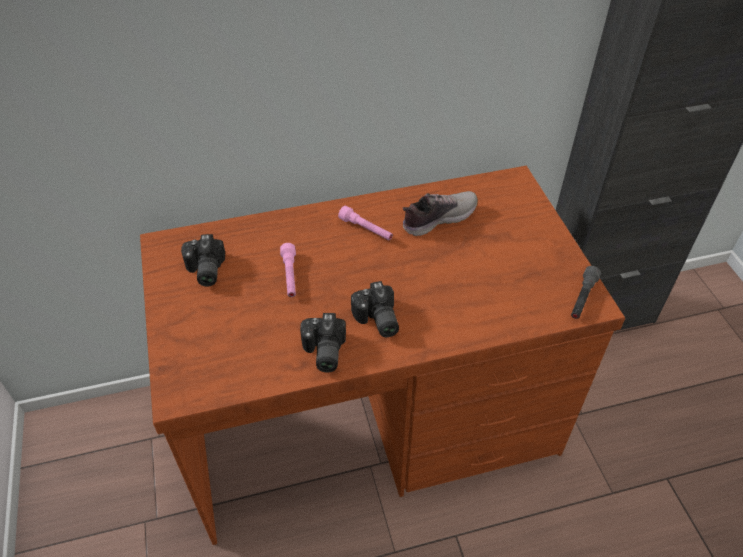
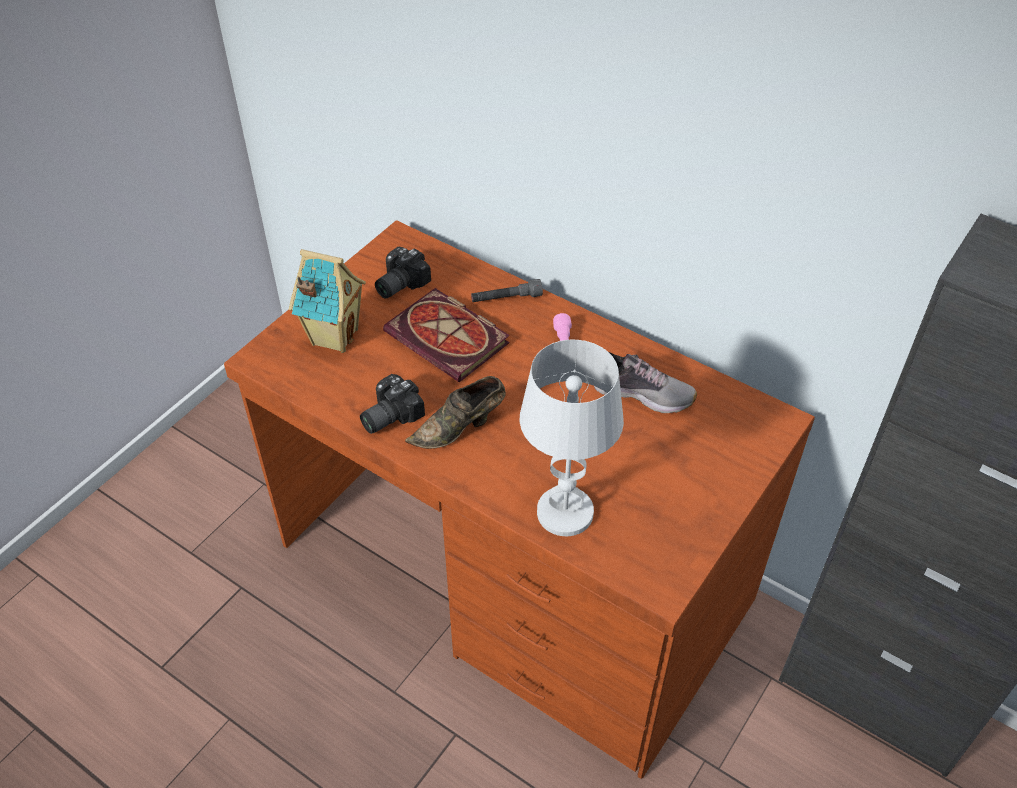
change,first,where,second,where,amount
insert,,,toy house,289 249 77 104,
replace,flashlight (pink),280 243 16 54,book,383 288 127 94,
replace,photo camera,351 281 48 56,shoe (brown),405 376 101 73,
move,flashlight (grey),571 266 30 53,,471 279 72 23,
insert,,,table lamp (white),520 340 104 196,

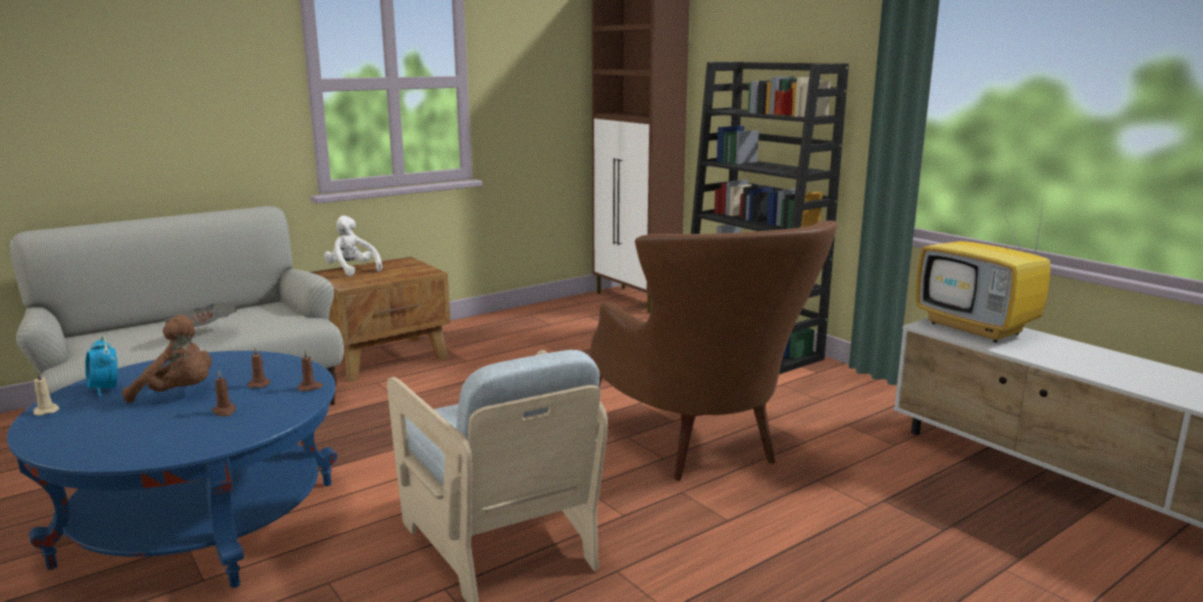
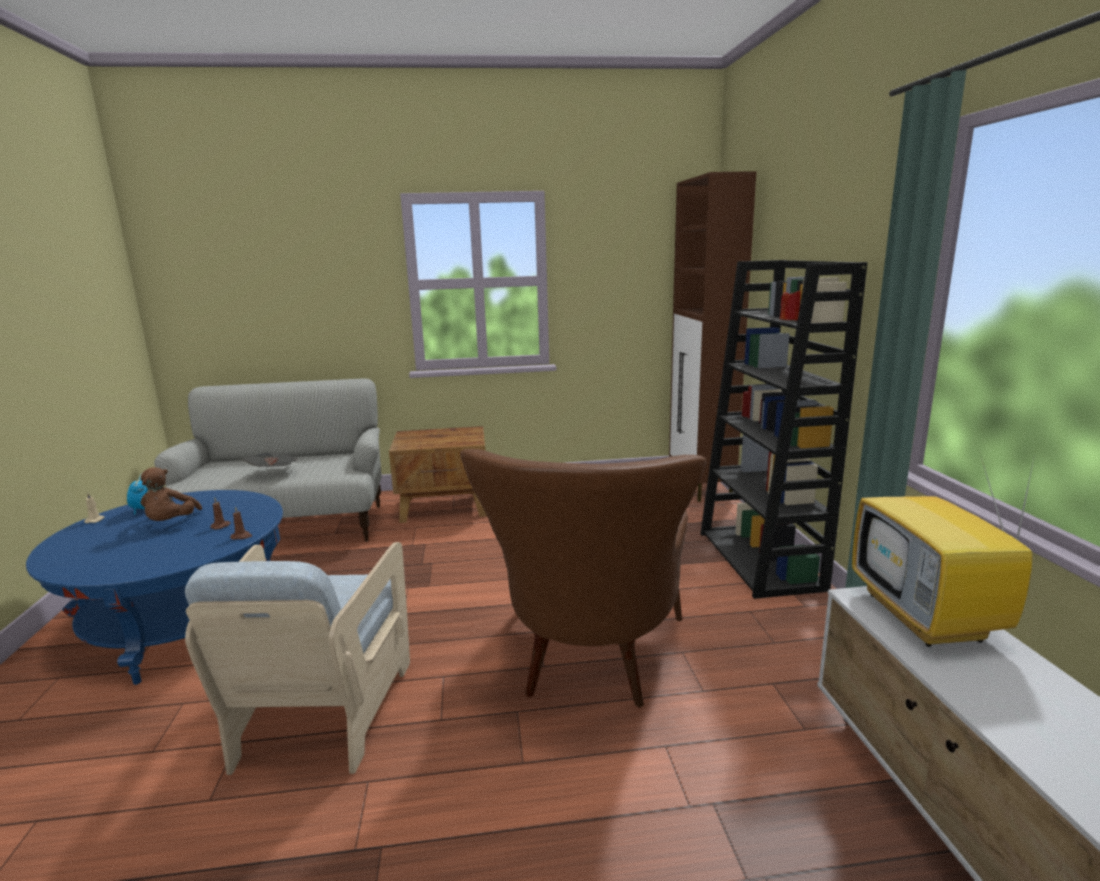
change,first,where,second,where,amount
rotate,plush toy (brown),122 315 90 88,,141 467 61 54,45 degrees clockwise
delete,candle (brown),212 371 24 46,,,
delete,plush toy (white),324 216 58 60,,,

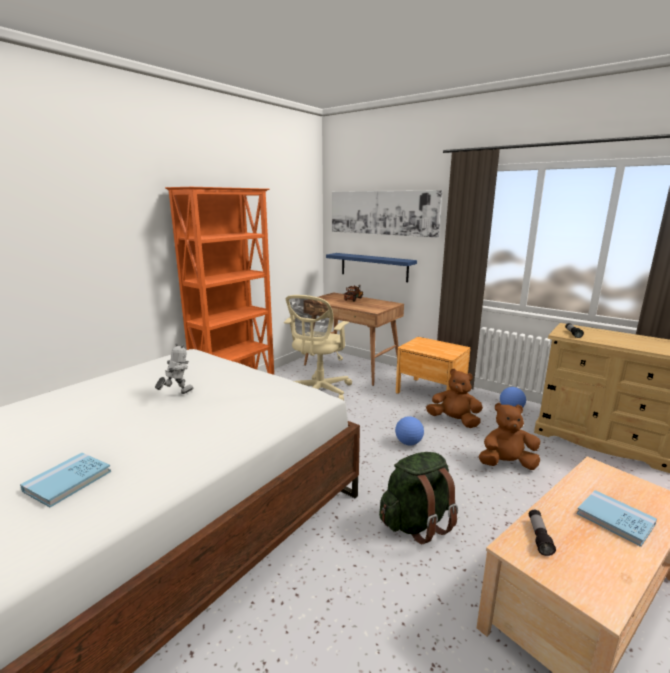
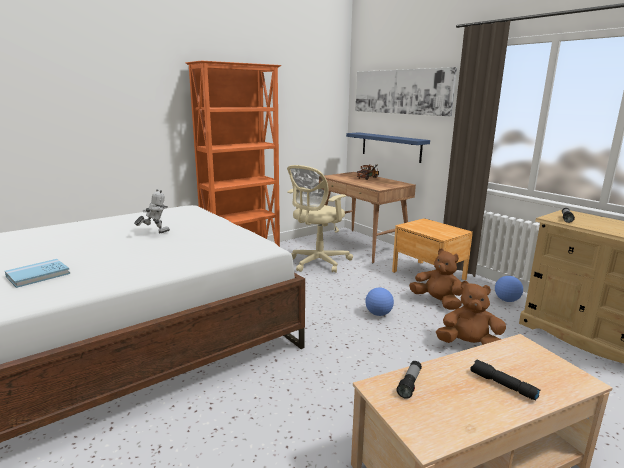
change,first,where,second,where,amount
replace,book (blue),577 490 80 57,flashlight (black),470 360 70 41,
delete,backpack (green),379 452 79 92,,,

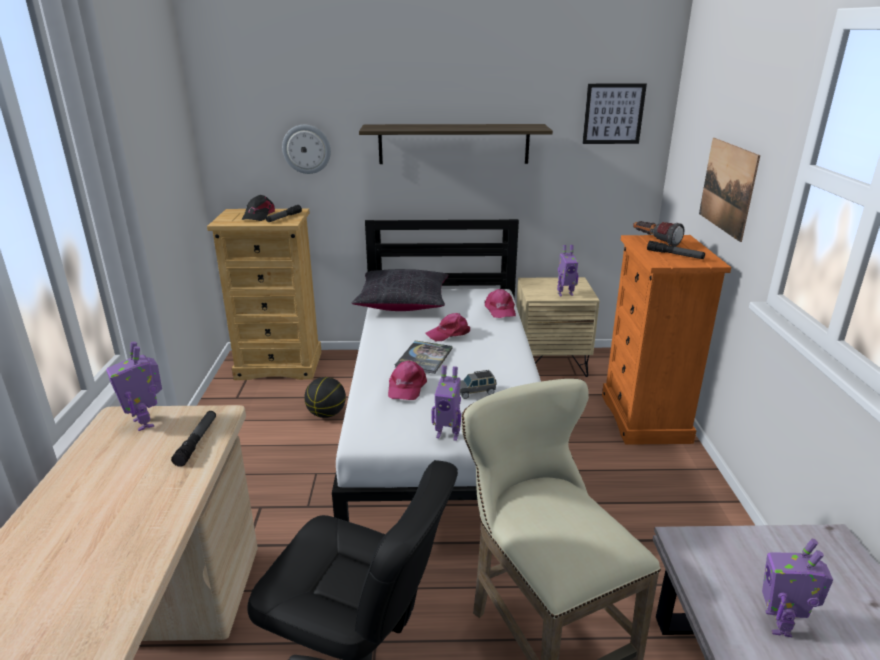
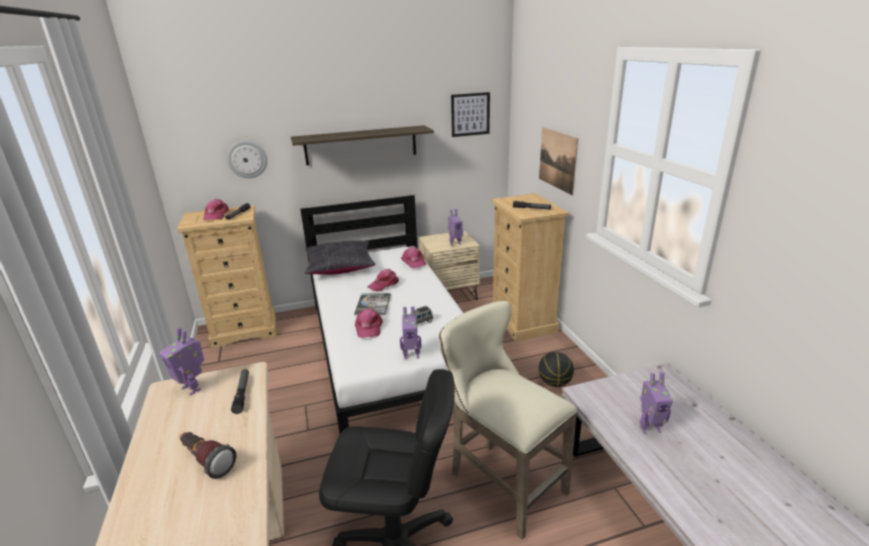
change,first,where,second,where,amount
move,flashlight,633 221 51 26,,179 432 57 47,
recolor,cap (black),241 195 34 26,cap (pink),203 199 26 21,
recolor,dresser (orange),602 235 129 210,dresser (beige),492 193 77 149,
move,basketball,304 377 42 41,,538 352 36 35,
rotate,toy robot,762 539 71 98,,640 372 33 62,90 degrees counterclockwise

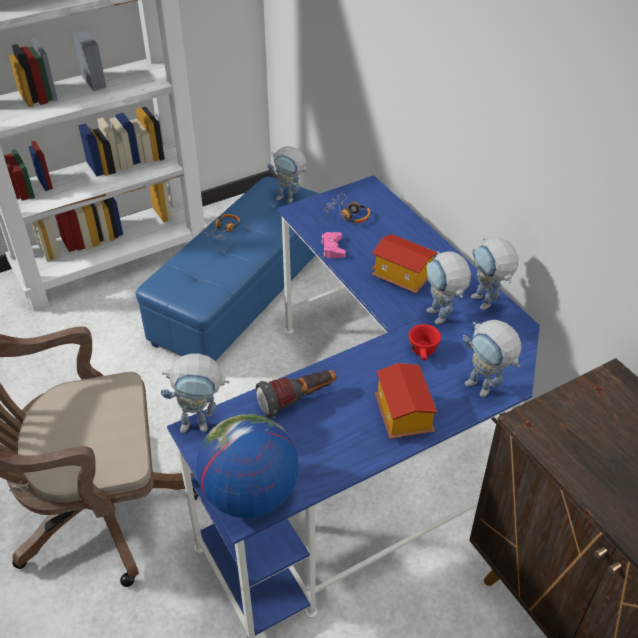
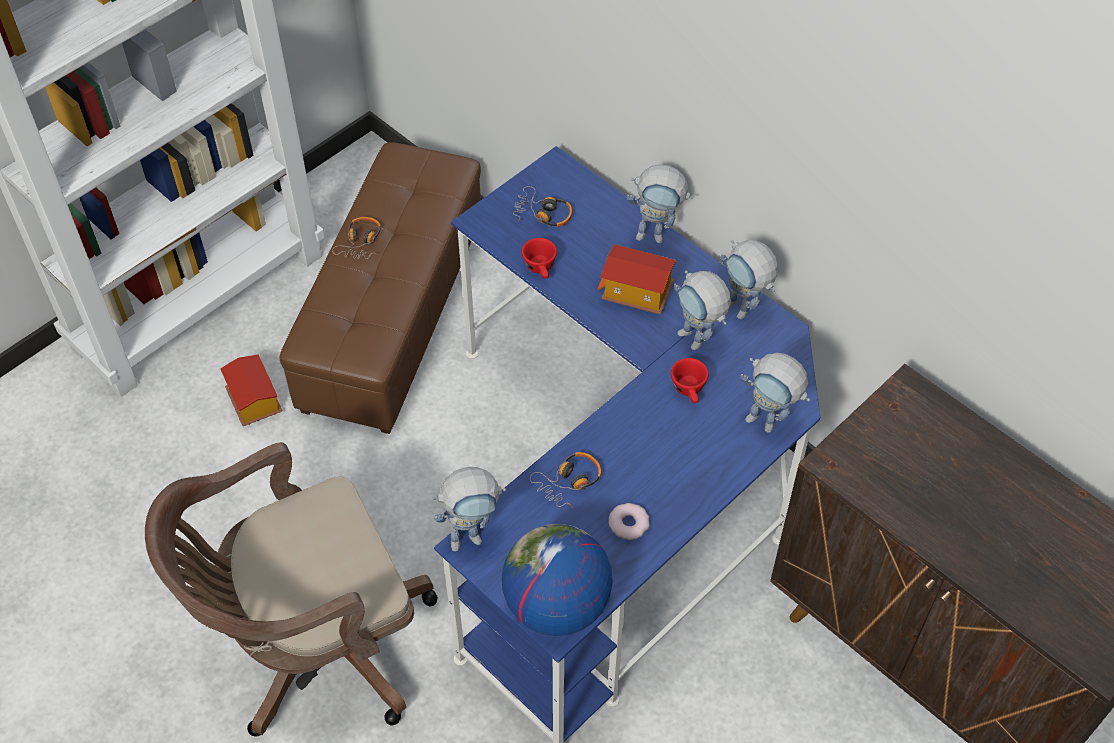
change,first,where,second,where,amount
move,toy house,375 363 62 76,,220 354 62 72,
recolor,ottoman (blue),135 177 184 184,ottoman (brown),279 142 202 292,
replace,game controller (pink),321 232 25 26,cup (red),521 238 36 41,
replace,flashlight,256 370 81 49,headphones,530 452 71 56,
insert,,,donut,609 503 41 37,
move,toy robot,267 146 42 58,,626 164 68 79,

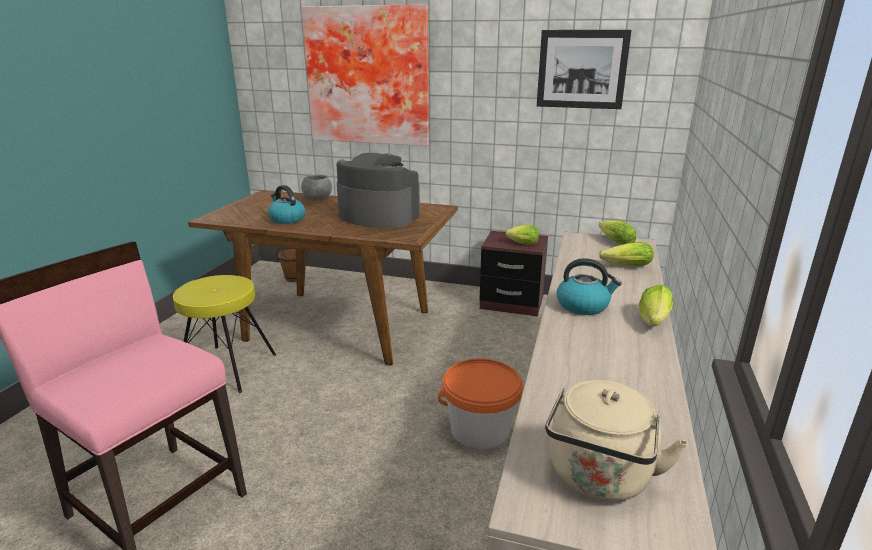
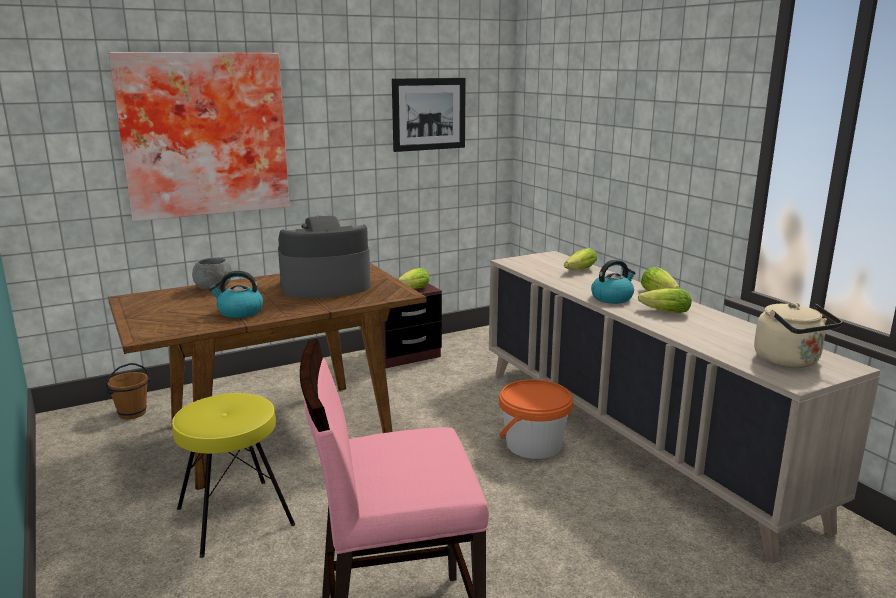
change,first,where,second,where,amount
move,lettuce,599 220 37 25,,638 288 54 25,

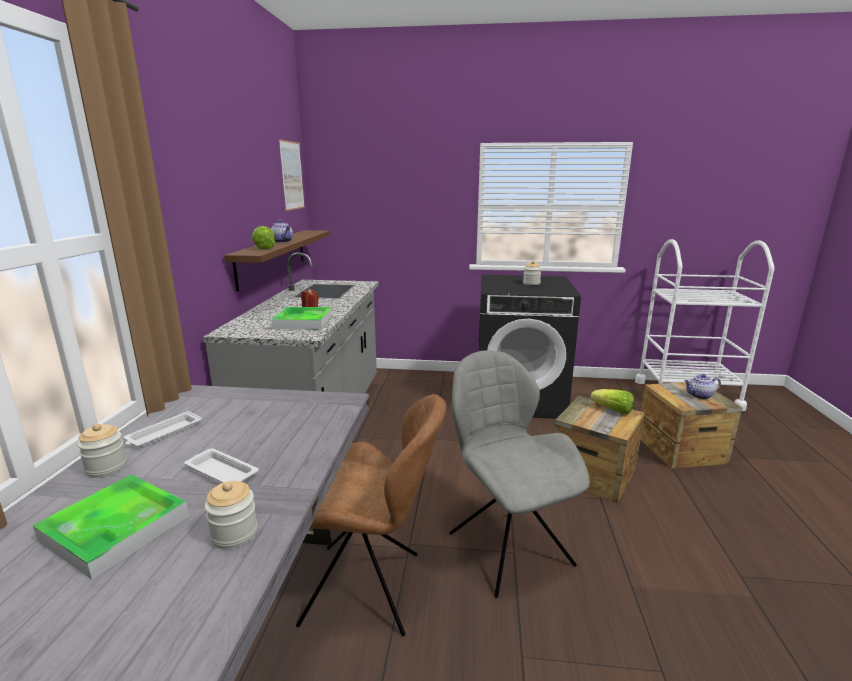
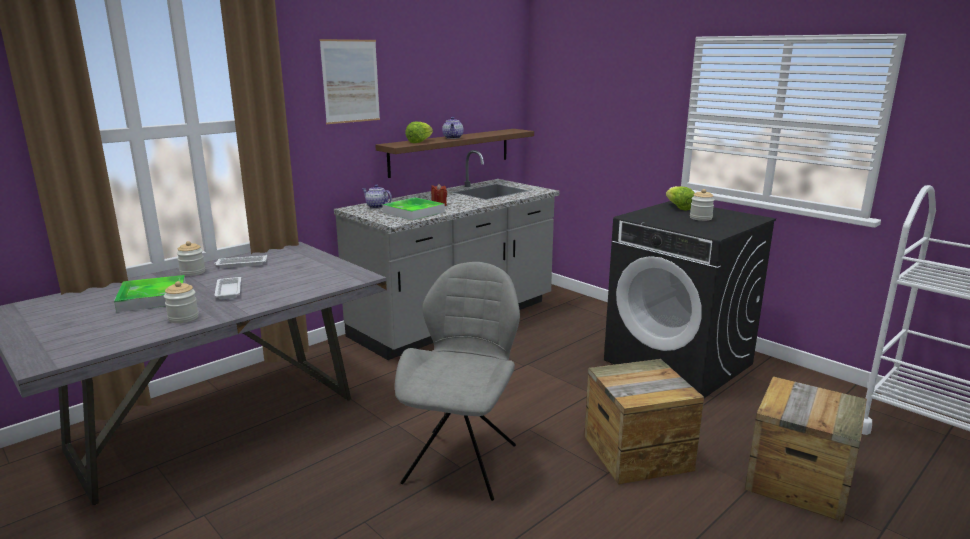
change,first,where,second,where,amount
move,picture,279 139 26 72,,320 39 60 85,
move,teapot,685 374 36 25,,363 184 29 25,
move,lettuce,590 389 44 26,,666 186 29 25,
delete,chair (brown),296 394 150 242,,,

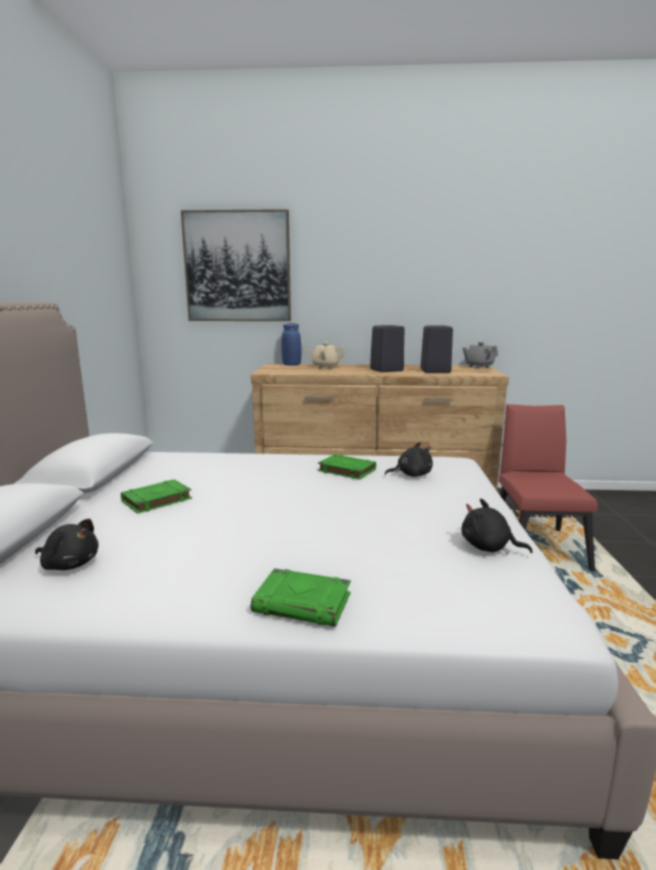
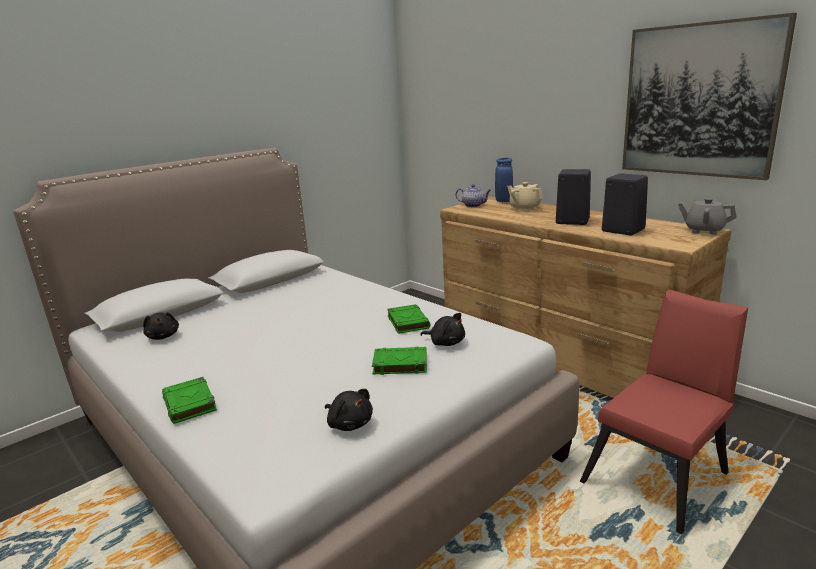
change,first,where,second,where,amount
rotate,plush toy (black),461 499 72 55,,325 389 48 42,150 degrees clockwise
move,book (green),121 479 71 35,,372 347 55 28,
insert,,,teapot,455 184 36 23,
move,picture,181 209 110 112,,622 13 175 167,

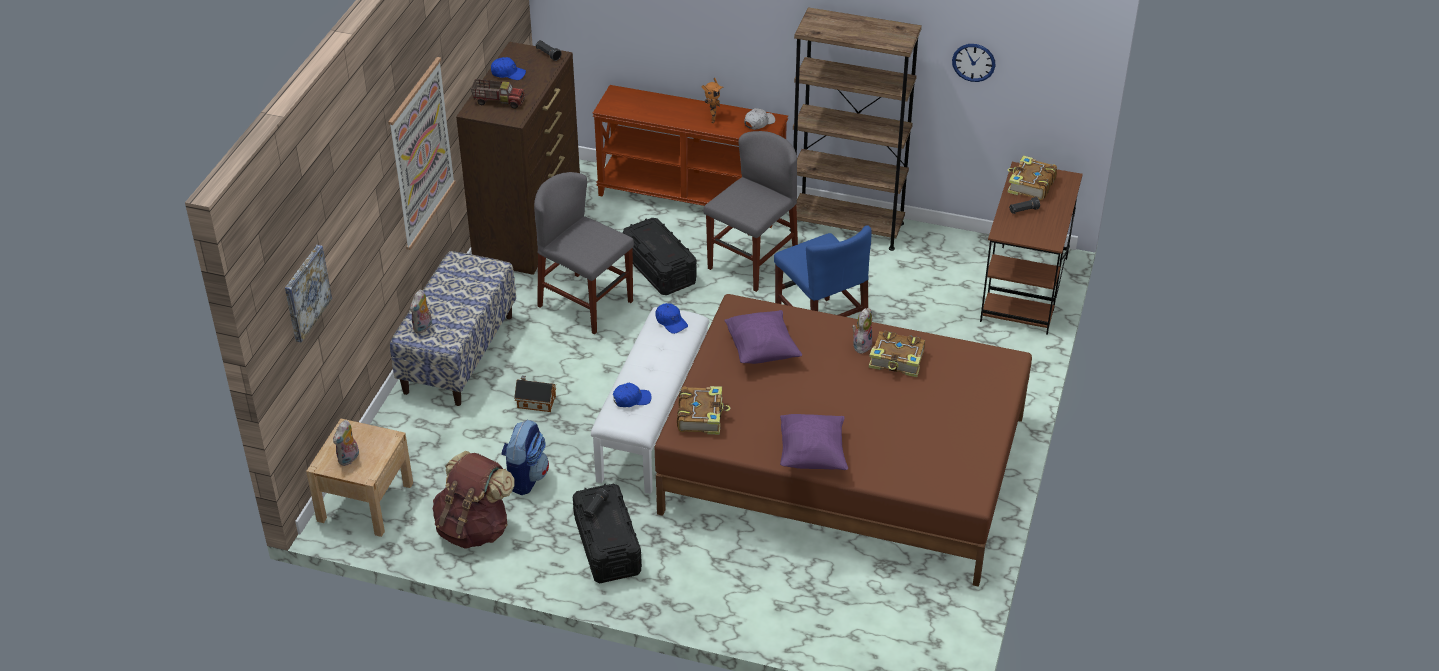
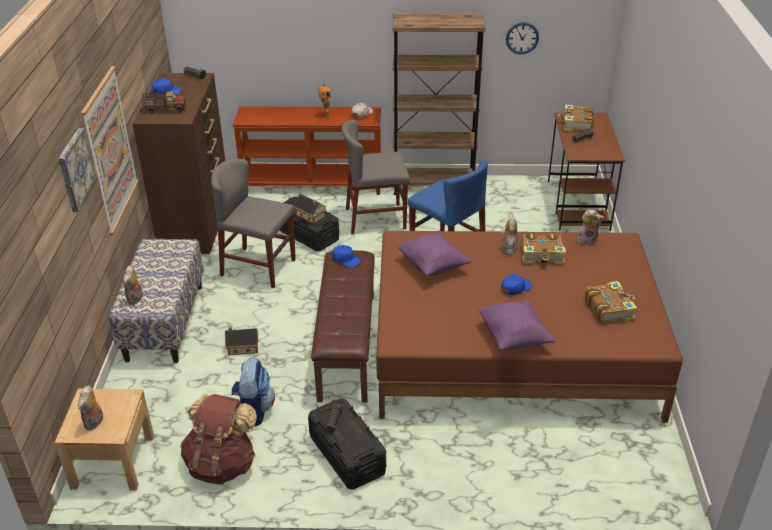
change,first,where,second,where,amount
move,picture,285 245 47 97,,59 128 37 84,
insert,,,toy house,294 194 32 30,
recolor,bench (white),591 307 119 187,bench (brown),311 251 63 152,
rotate,chair (grey),703 131 95 161,,342 120 68 114,120 degrees counterclockwise
move,cap (blue),613 383 39 24,,501 274 31 21,
insert,,,plush toy,577 209 27 37,
move,book,677 386 53 49,,585 281 52 43,

